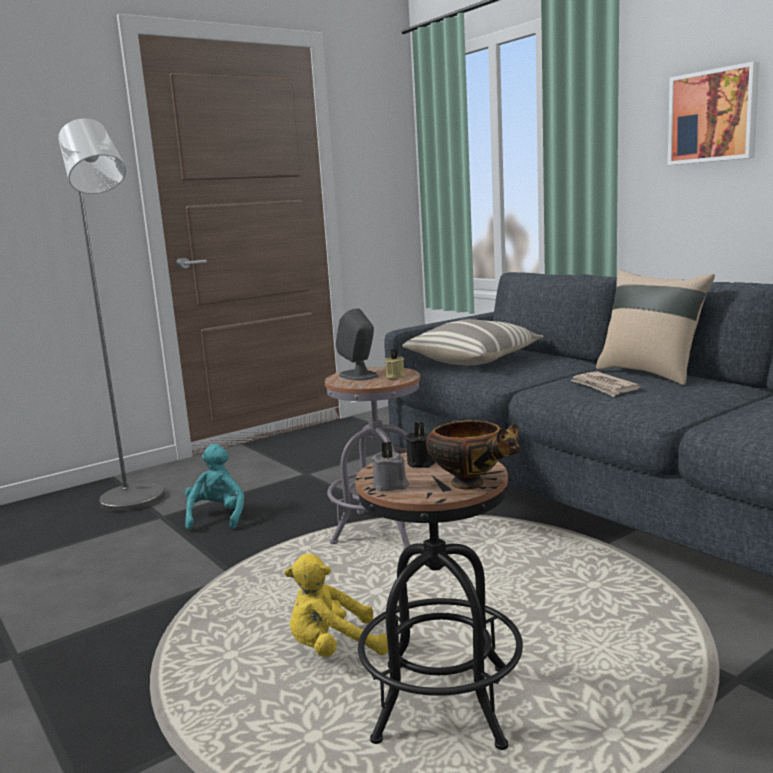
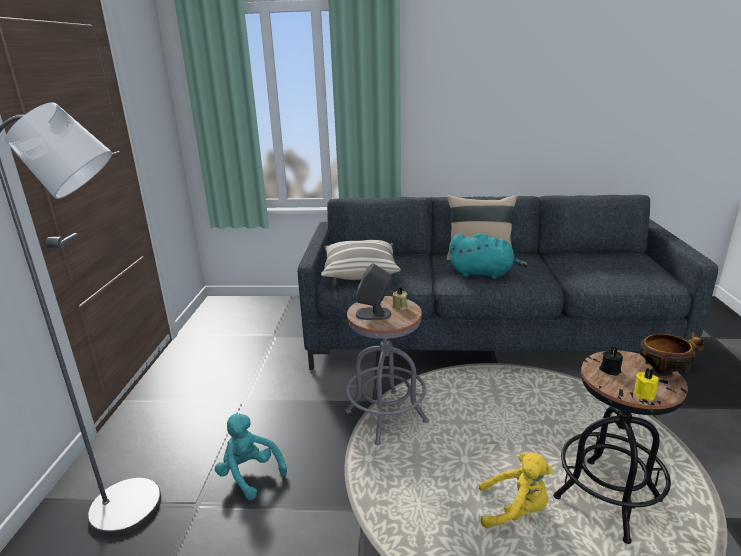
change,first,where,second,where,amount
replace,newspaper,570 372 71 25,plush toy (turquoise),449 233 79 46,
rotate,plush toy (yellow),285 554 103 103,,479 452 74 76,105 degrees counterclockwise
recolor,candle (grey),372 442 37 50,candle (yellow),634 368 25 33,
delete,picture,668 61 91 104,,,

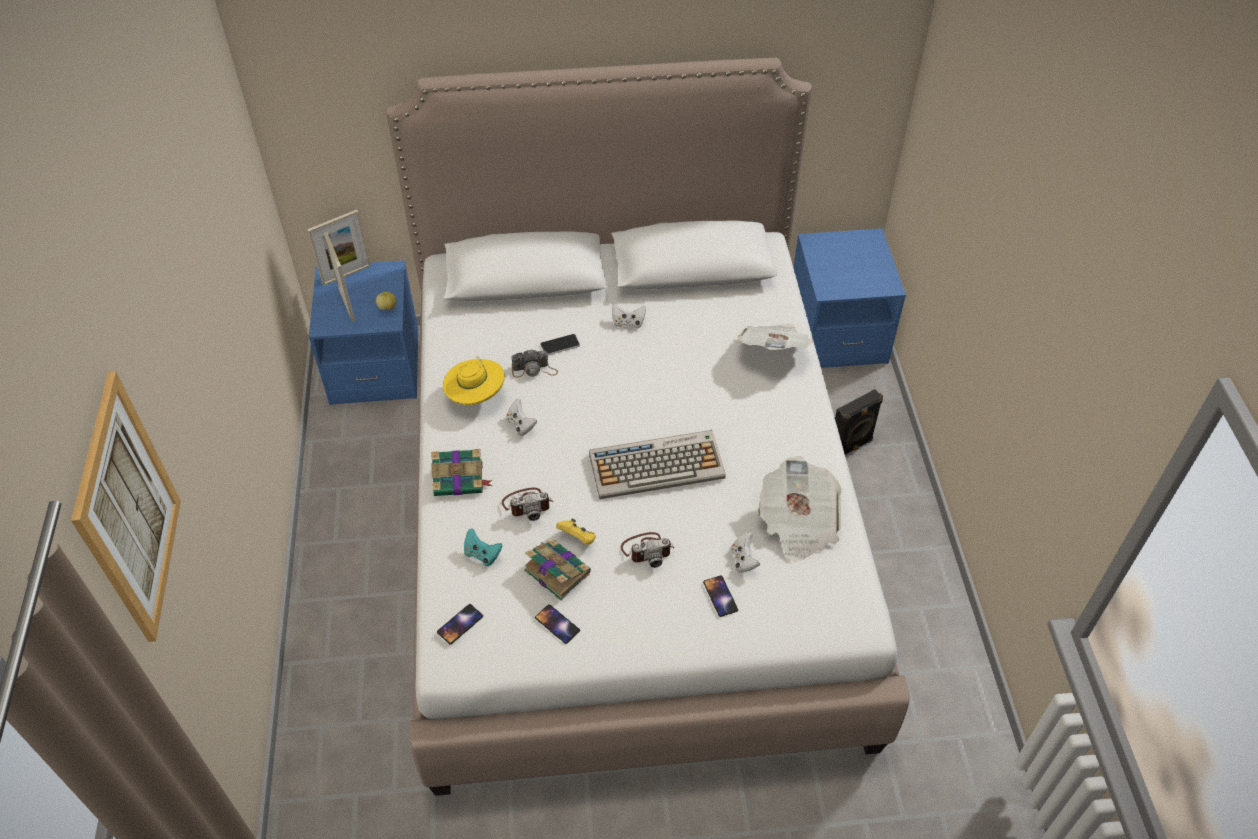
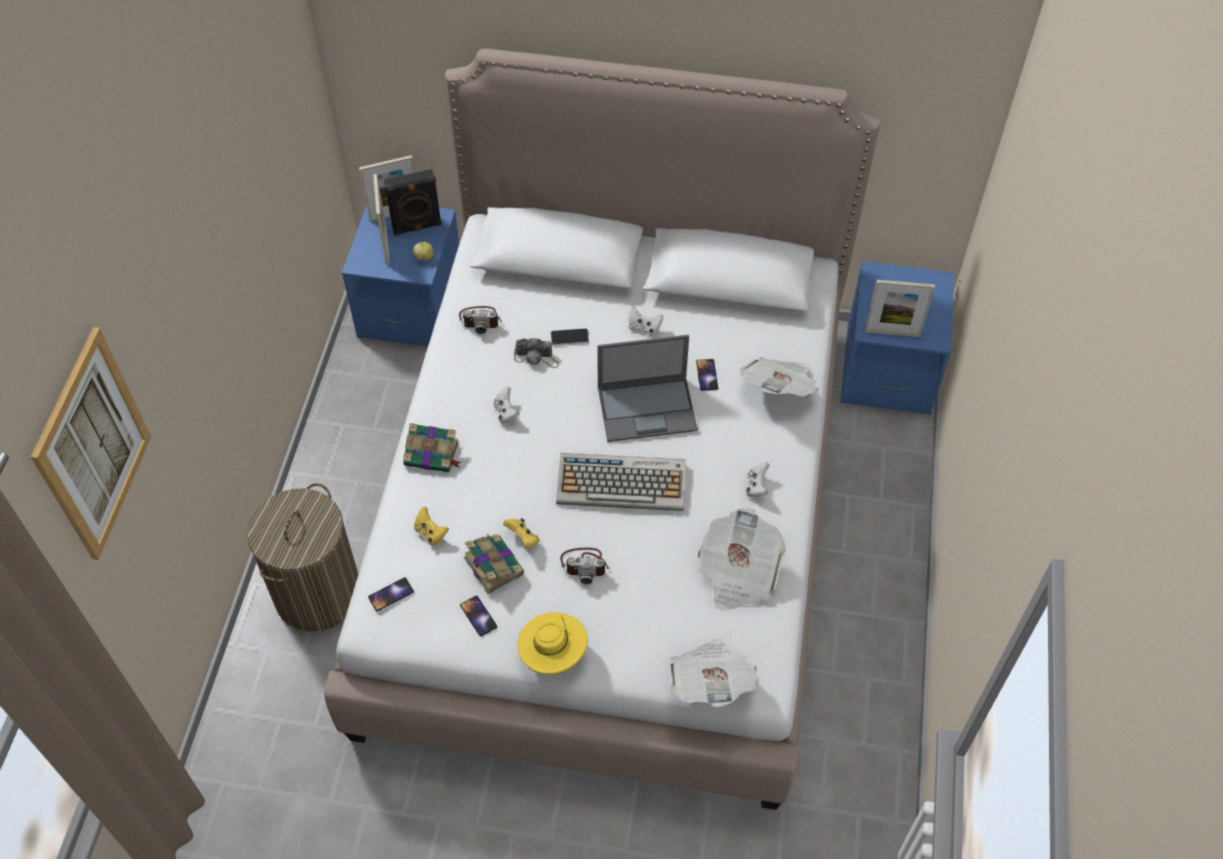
change,first,where,second,where,amount
insert,,,laundry basket,247 483 111 149,
move,speaker (black),835 389 48 66,,384 169 58 67,
recolor,game controller (turquoise),464 529 38 37,game controller (yellow),414 507 35 39,
move,photo camera,502 488 51 33,,459 306 43 28,
move,hat (yellow),443 355 62 50,,518 612 70 63,
insert,,,laptop,597 335 101 107,
insert,,,newspaper,669 639 88 68,
move,phone,703 575 35 42,,696 359 22 32,
move,game controller (white),731 532 29 41,,746 462 24 35,
insert,,,picture frame,865 280 70 57,

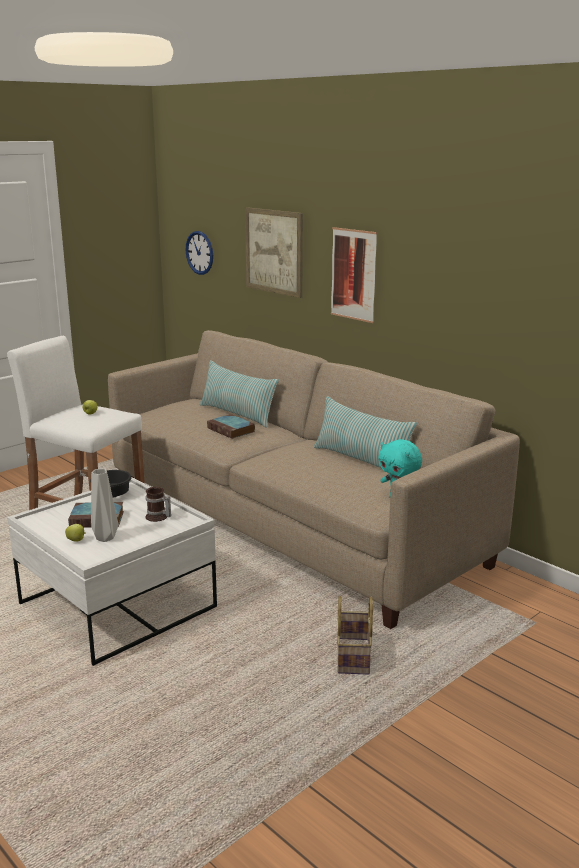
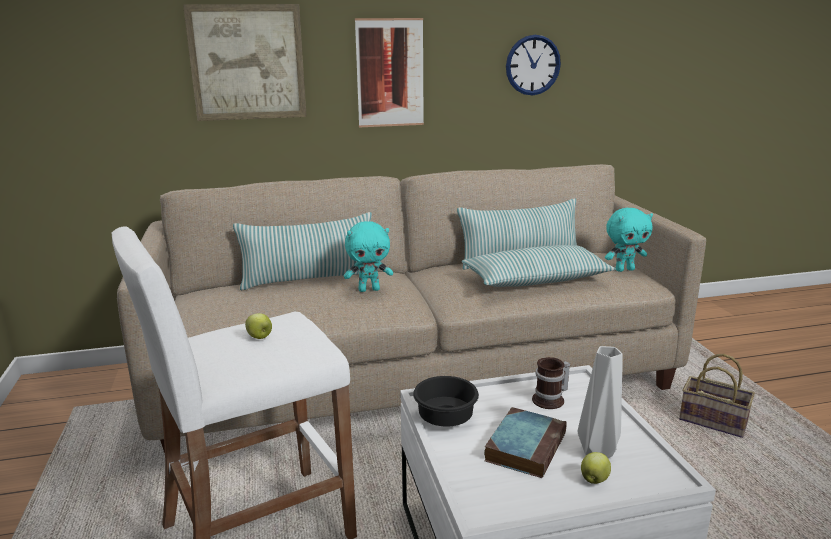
change,first,where,second,where,amount
replace,book,207 414 48 25,plush toy (turquoise),344 221 49 71,
insert,,,pillow,462 245 154 42,
move,wall clock,186 231 27 44,,506 35 55 61,

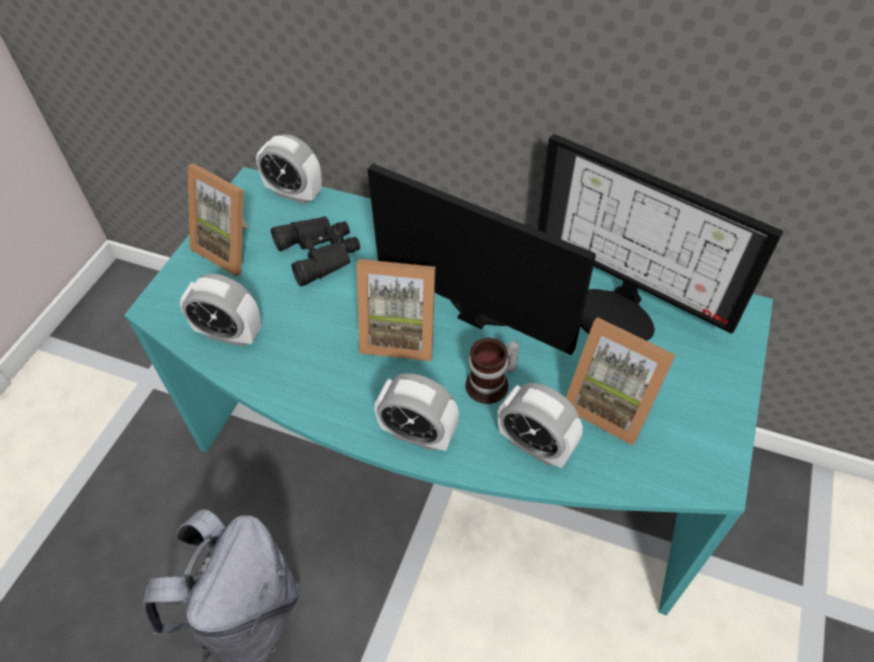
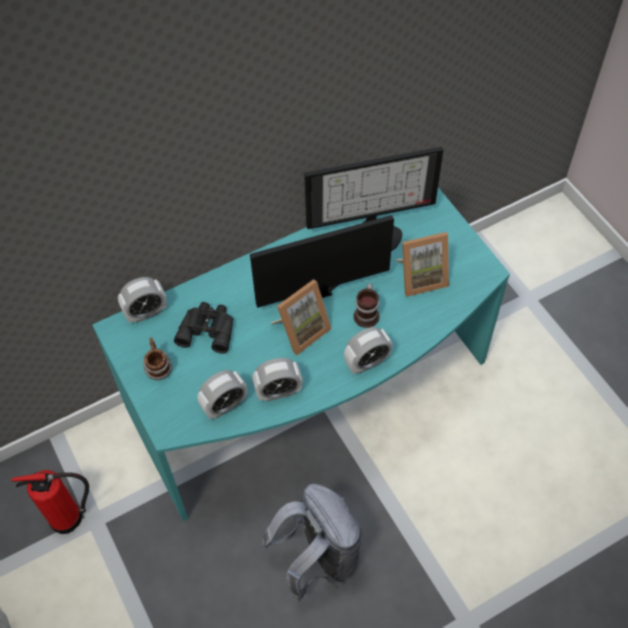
change,first,where,second,where,amount
insert,,,fire extinguisher,12 470 77 64,
replace,picture frame,188 164 61 112,mug,143 337 29 43,
move,alarm clock,498 383 85 85,,252 358 51 43,

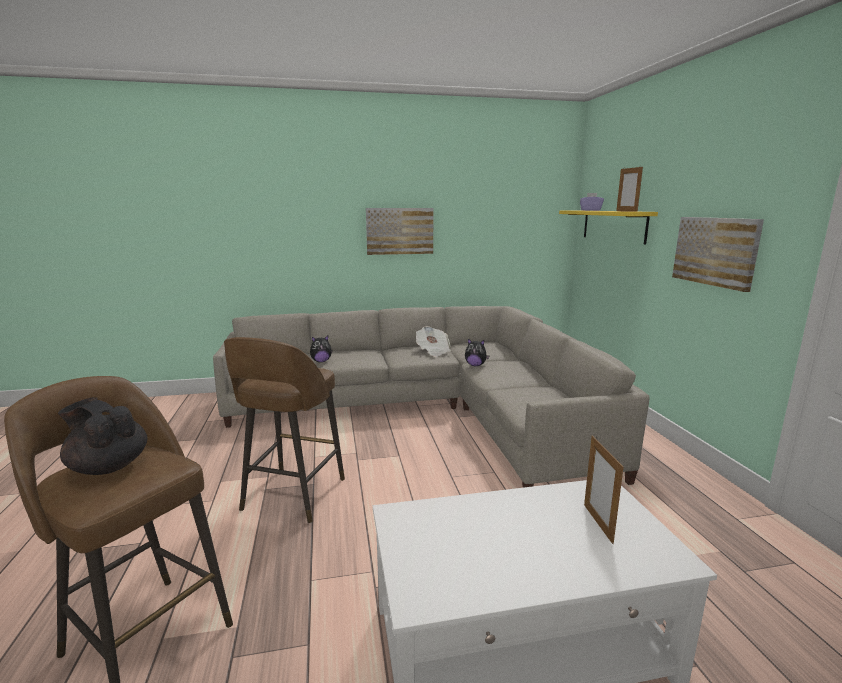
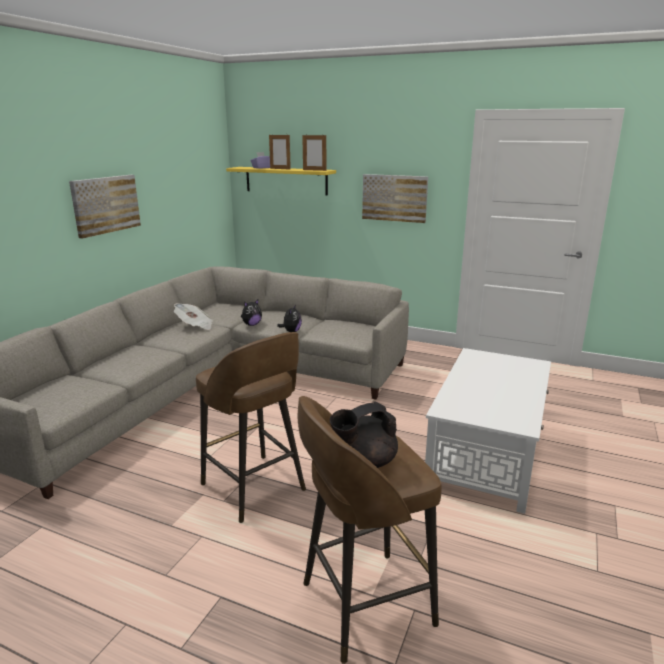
change,first,where,second,where,amount
move,picture frame,584 435 39 109,,269 135 22 35,
move,plush toy,310 336 22 26,,277 304 25 28,

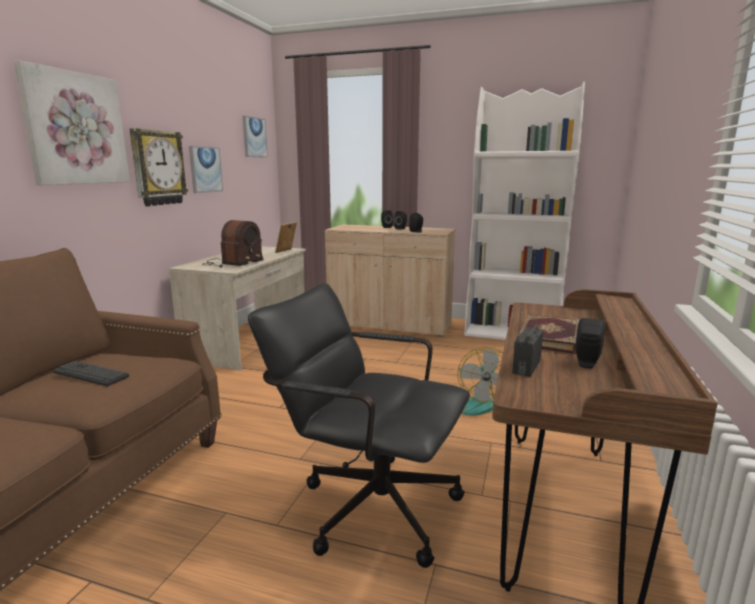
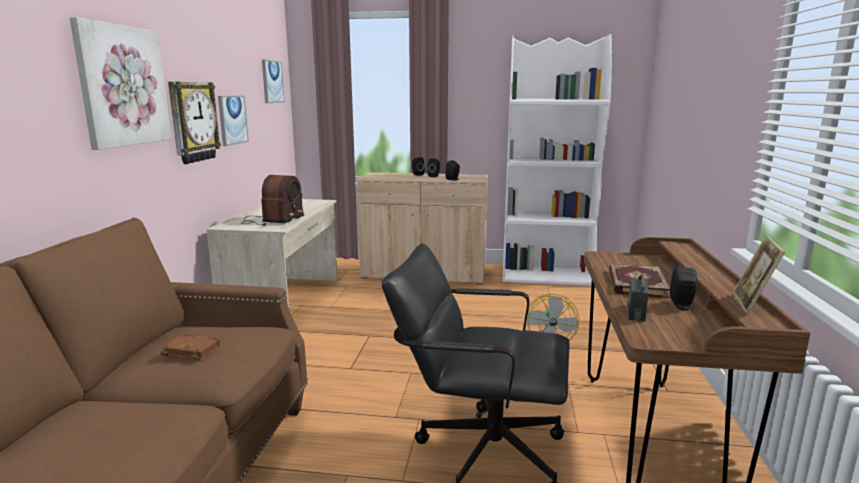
change,first,where,second,where,amount
replace,keyboard,53 361 76 26,book (brown),160 333 60 27,
move,picture frame,275 222 22 31,,733 235 52 79,

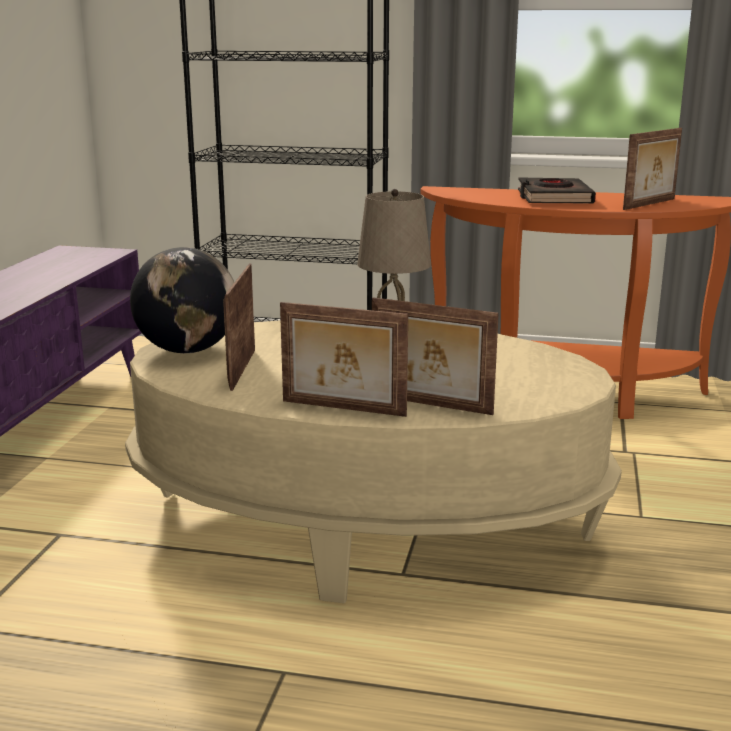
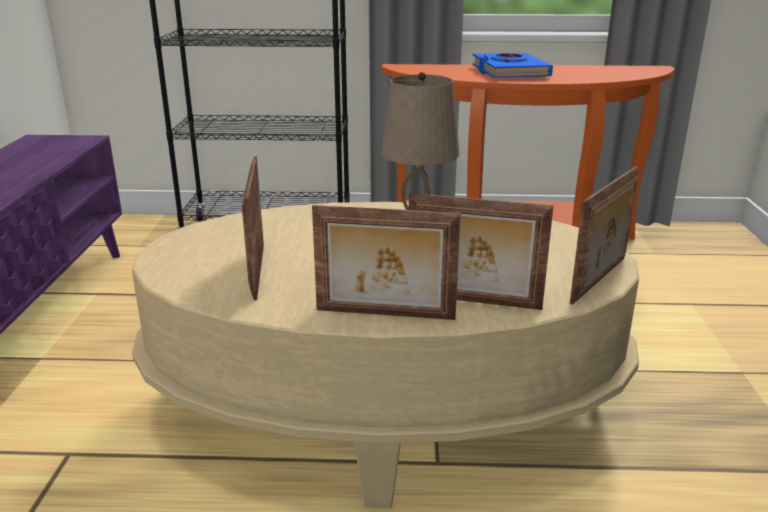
change,first,where,second,where,amount
recolor,book (black),518 177 78 27,book (blue),472 53 81 25,
move,picture frame,623 128 59 82,,570 166 68 139,
delete,globe,130 247 104 106,,,

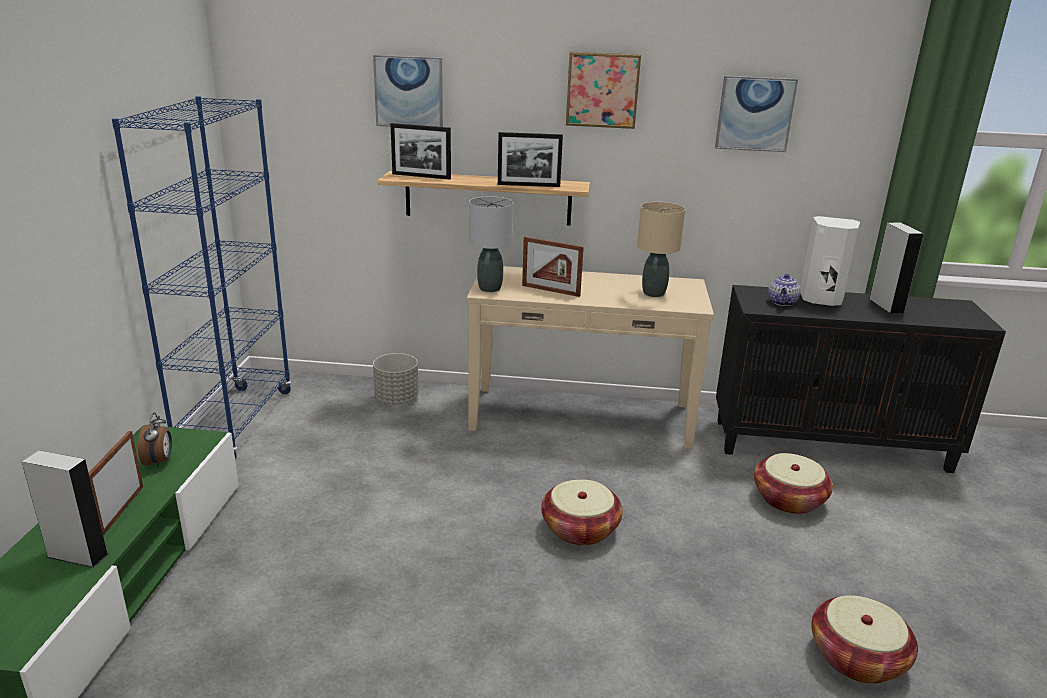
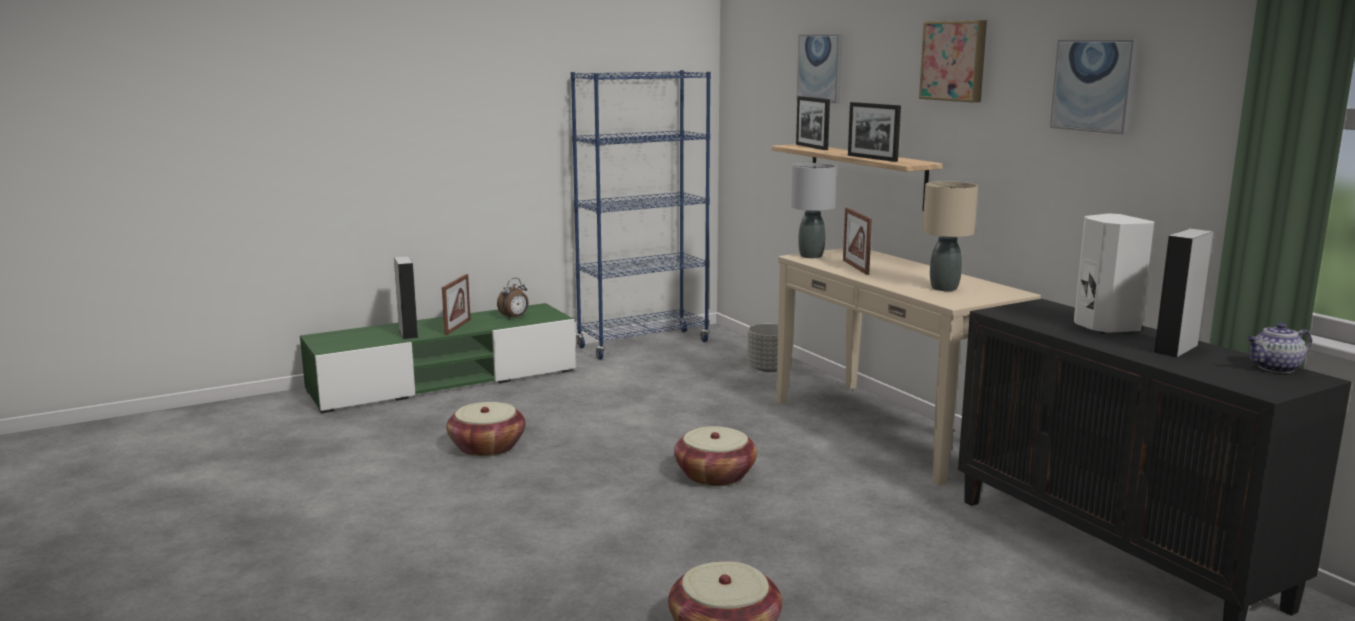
change,first,where,second,where,amount
rotate,picture frame,89 431 54 105,,442 274 29 61,135 degrees clockwise
move,basket,754 453 79 61,,446 402 79 55,
move,teapot,768 273 33 33,,1247 323 65 50,

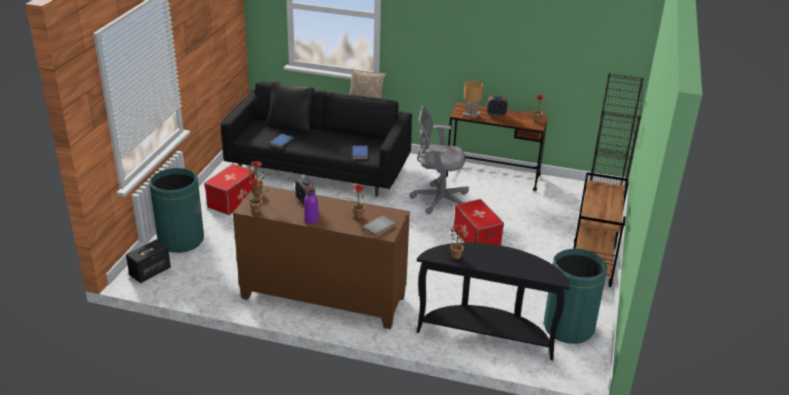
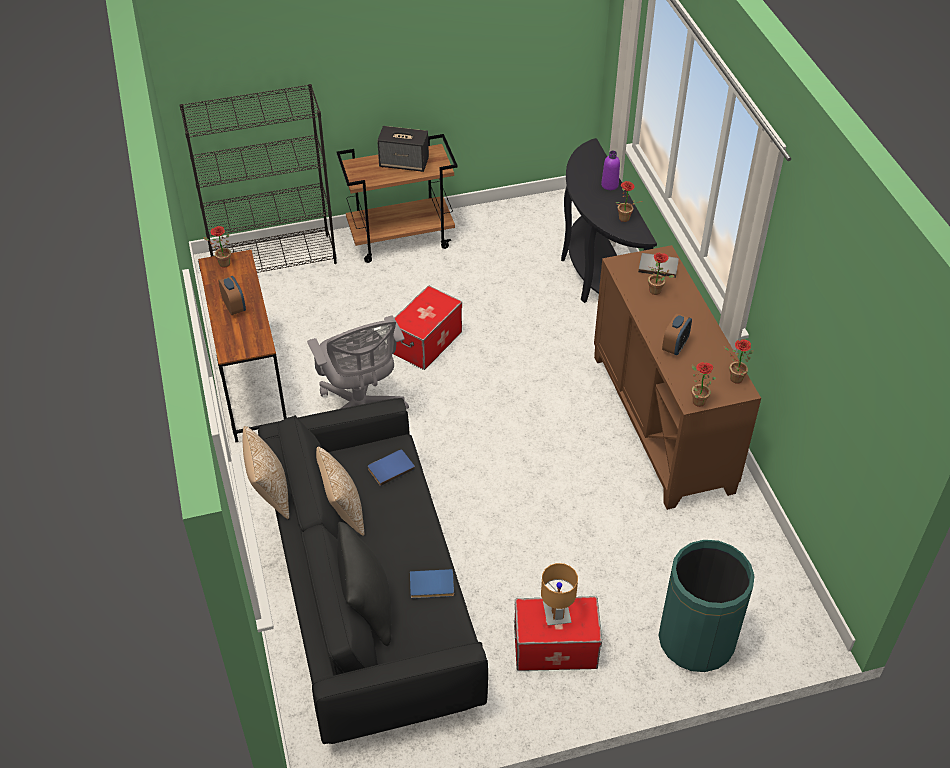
change,first,where,second,where,amount
insert,,,pillow,316 447 48 89,
move,speaker,126 239 45 44,,377 126 52 46,
move,table lamp (brown),463 81 20 37,,541 563 37 63,
move,bottle (purple),304 189 15 35,,601 151 19 39,
delete,trash can (green),543 248 64 96,,,

